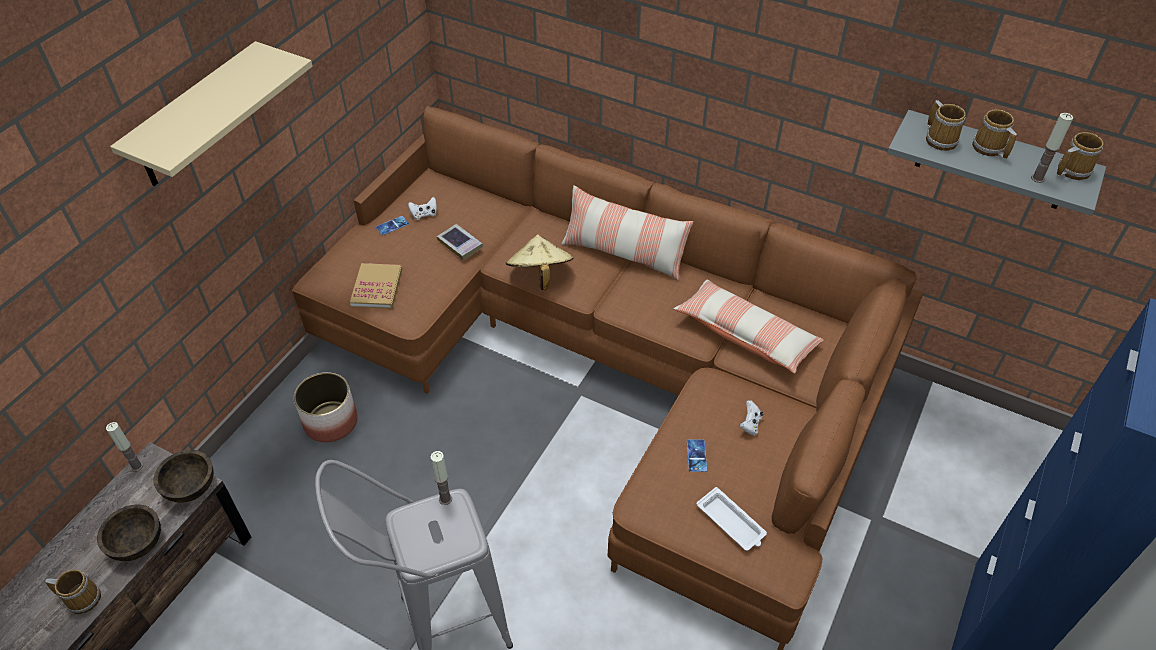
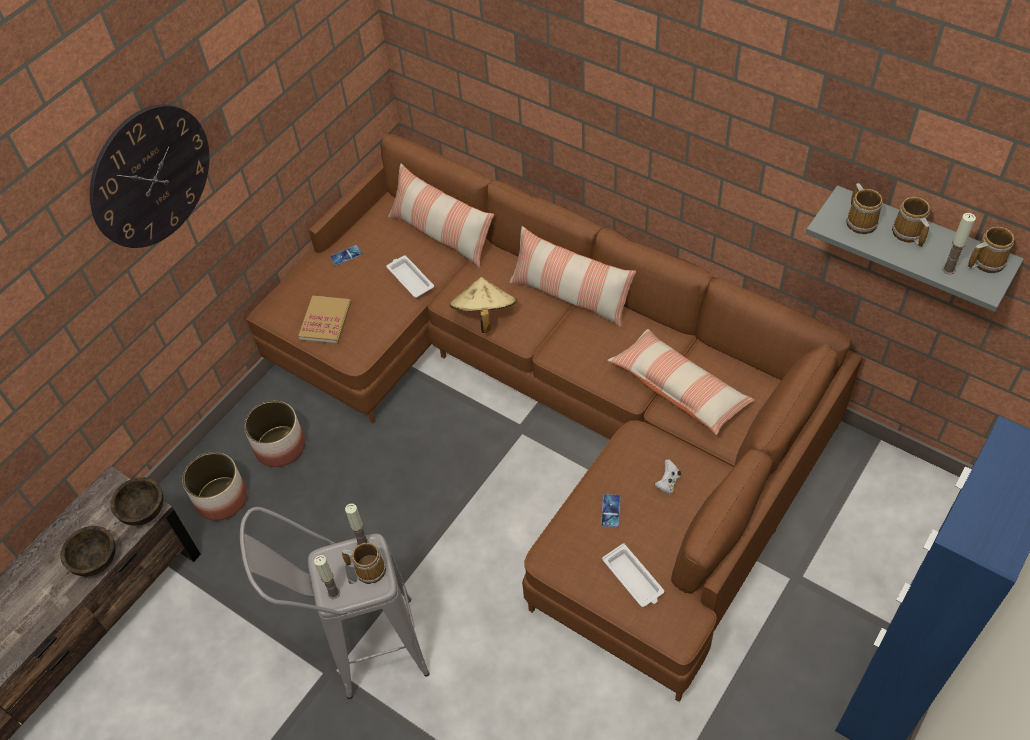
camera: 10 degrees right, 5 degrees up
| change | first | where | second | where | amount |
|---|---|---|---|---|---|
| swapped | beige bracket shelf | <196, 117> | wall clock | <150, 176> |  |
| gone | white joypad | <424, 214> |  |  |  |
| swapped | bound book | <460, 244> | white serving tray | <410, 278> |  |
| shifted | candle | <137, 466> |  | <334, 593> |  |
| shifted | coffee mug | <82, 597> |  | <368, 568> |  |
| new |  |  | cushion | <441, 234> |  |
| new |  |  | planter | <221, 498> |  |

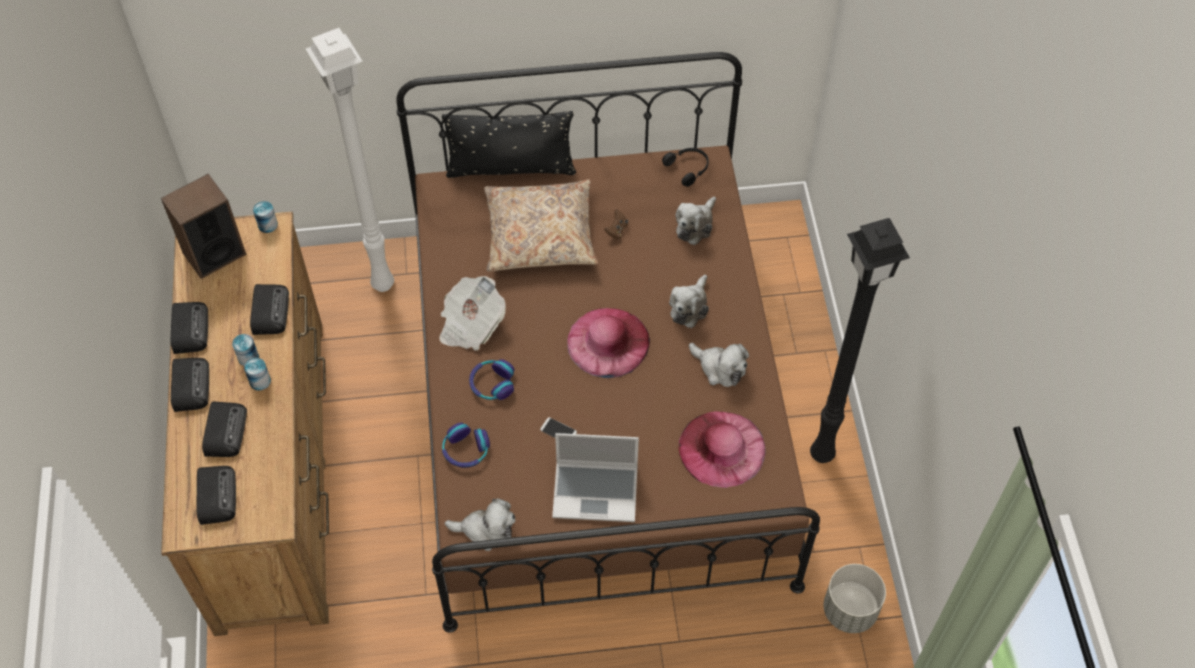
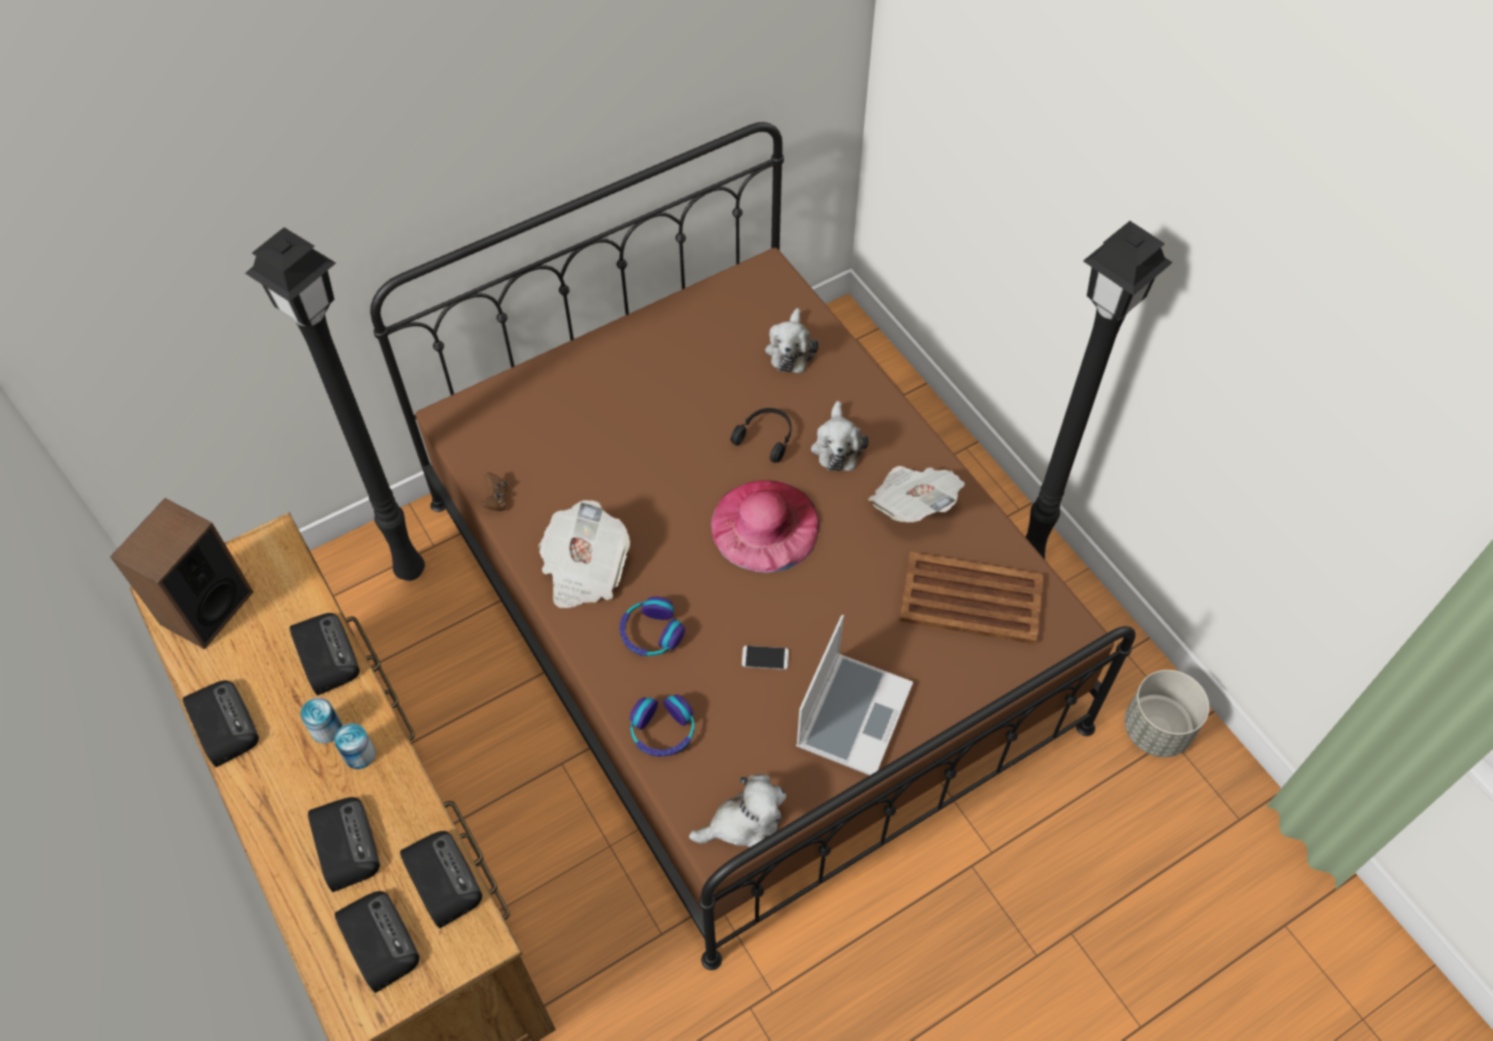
camera: 25 degrees left, 0 degrees up
| change | first | where | second | where | amount |
|---|---|---|---|---|---|
| repainted | white standard lamp | <383, 282> | blackish standard lamp | <410, 568> |  |
| gone | blackish cushion | <511, 168> |  |  |  |
| shifted | blackish pair of headphones | <688, 168> |  | <766, 437> |  |
| gone | beige cushion | <540, 235> |  |  |  |
| gone | can | <267, 225> |  |  |  |
| shifted | brown-coloured joypad | <616, 230> |  | <496, 499> |  |
| swapped | plush toy | <719, 368> | newspaper | <912, 504> |  |
| shifted | radio | <190, 385> |  | <440, 878> |  |
| swapped | pinkish wearable hat | <722, 448> | brown-coloured serving tray | <969, 598> |  |
| rotated | portable computer | <596, 491> |  | <853, 713> | 45 degrees counterclockwise |

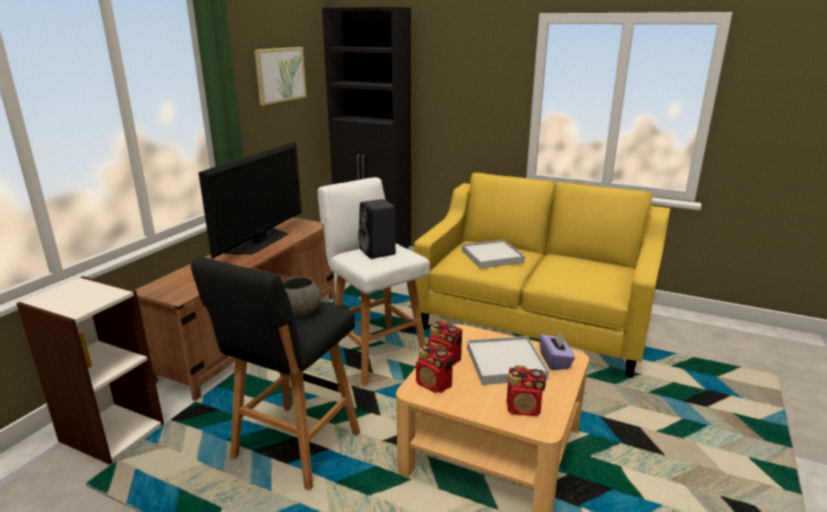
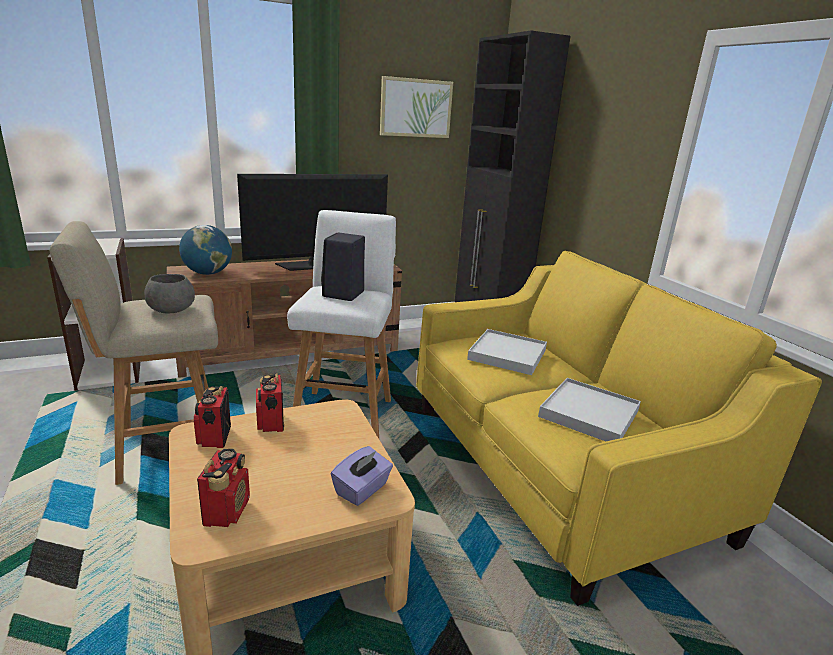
camera: 40 degrees right, 0 degrees up
| change | first | where | second | where | amount |
|---|---|---|---|---|---|
| repainted | blackish stool seat | <294, 448> | beige stool seat | <165, 448> |  |
| shifted | white serving tray | <506, 363> |  | <589, 414> |  |
| rotated | radio | <524, 409> |  | <227, 510> | 135 degrees counterclockwise |
| new |  |  | globe | <208, 273> |  |

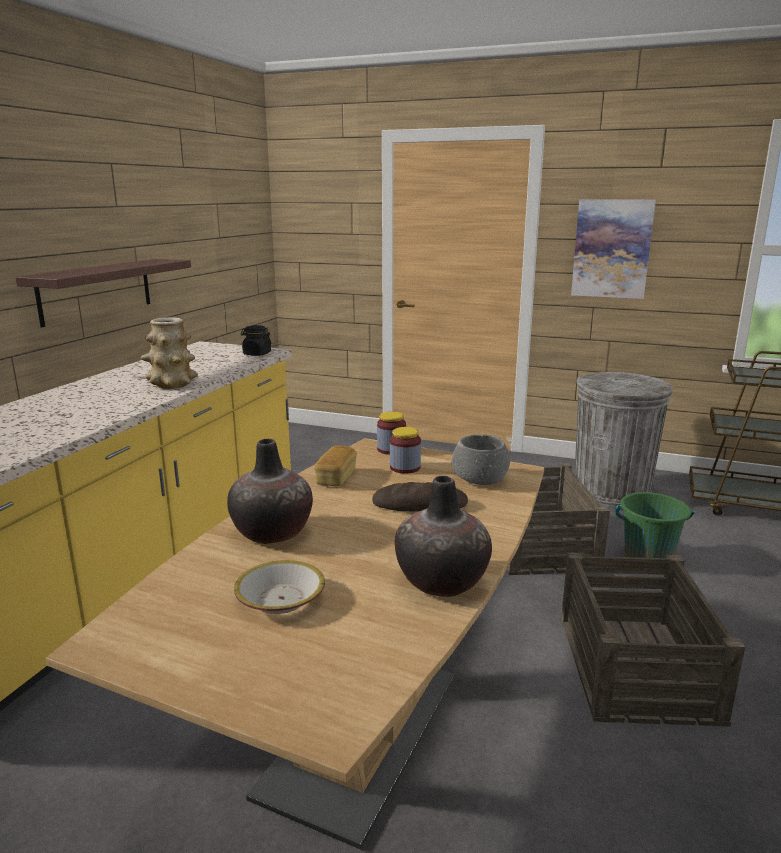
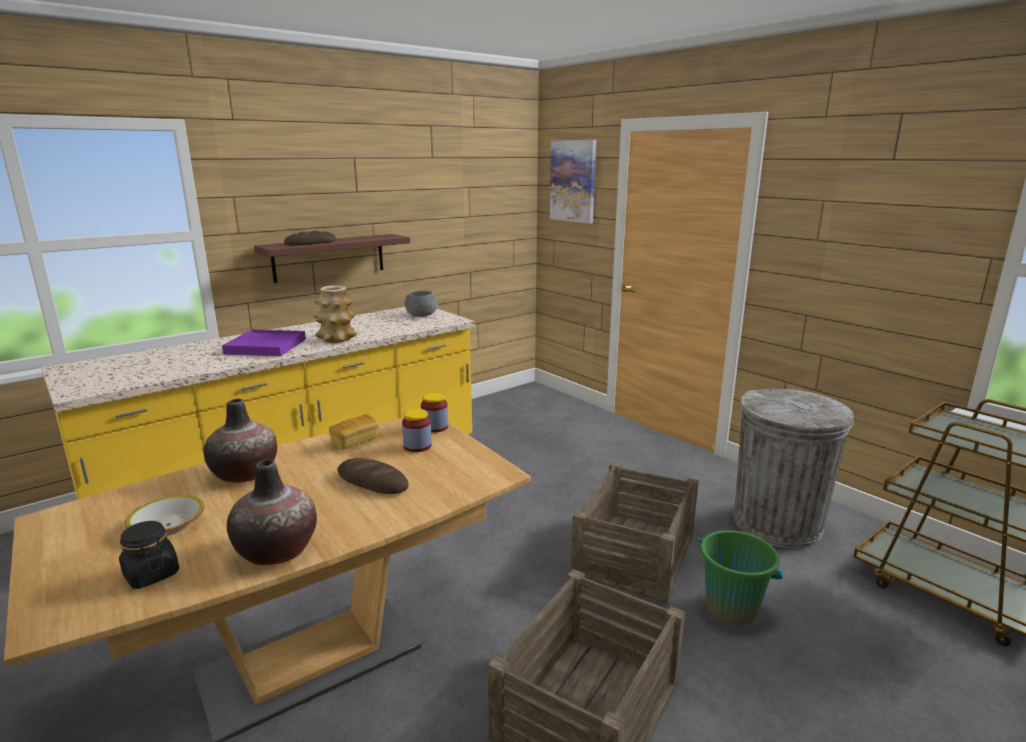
camera: 30 degrees right, 0 degrees up
| change | first | where | second | where | amount |
|---|---|---|---|---|---|
| shifted | picture | <612, 249> |  | <573, 181> |  |
| shifted | blackish jar | <257, 354> |  | <151, 574> |  |
| shifted | gray deep dish | <480, 479> |  | <422, 314> |  |
| new |  |  | baked bread | <311, 243> |  |
| new |  |  | purplish serving tray | <265, 346> |  |

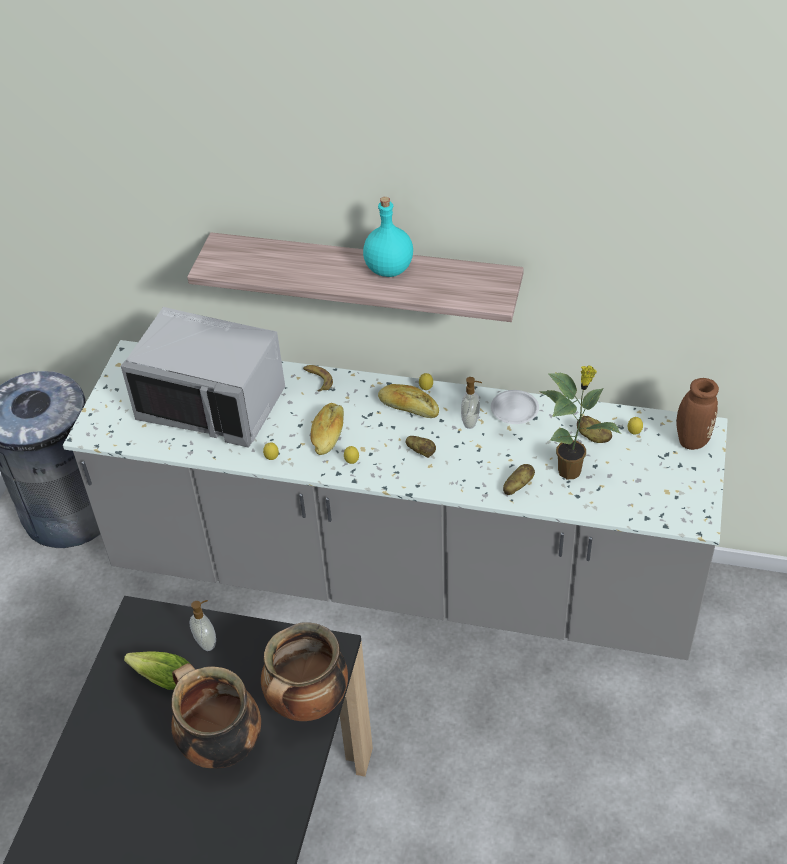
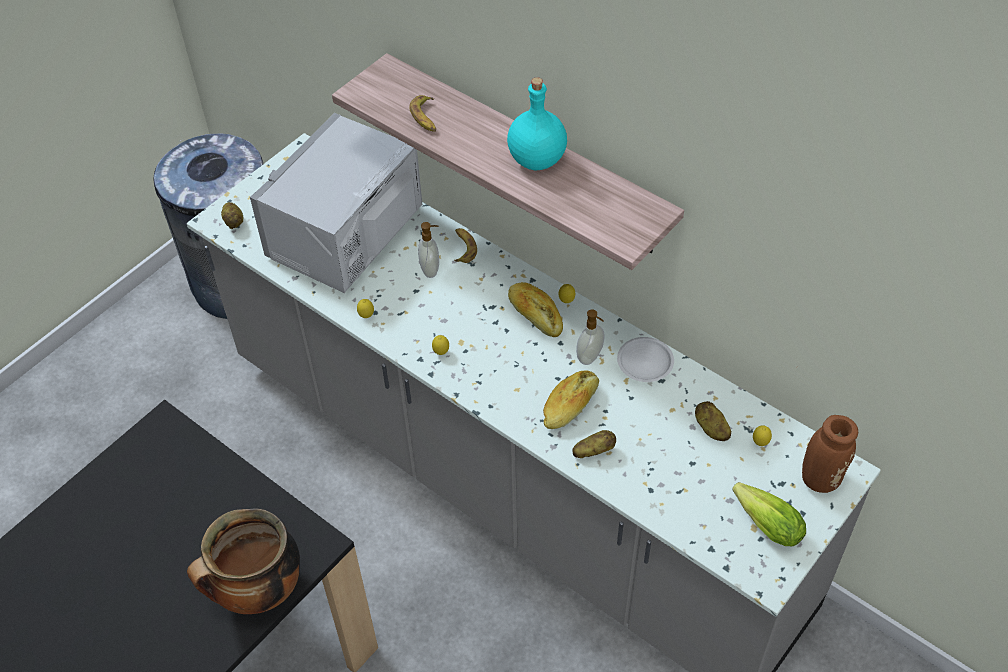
camera: 25 degrees right, 5 degrees up
| change | first | where | second | where | amount |
|---|---|---|---|---|---|
| rotated | gray microwave | <213, 404> |  | <347, 234> | 75 degrees clockwise |
| gone | plant in a pot | <571, 470> |  |  |  |
| shifted | baked bread | <328, 434> |  | <570, 405> |  |
| shifted | potato | <421, 452> |  | <234, 222> |  |
| shifted | soap bottle | <207, 642> |  | <431, 269> |  |
| shifted | head of lettuce | <161, 677> |  | <764, 522> |  |
| gone | saucepot | <220, 746> |  |  |  |
| new |  |  | banana fruit | <426, 118> |  |

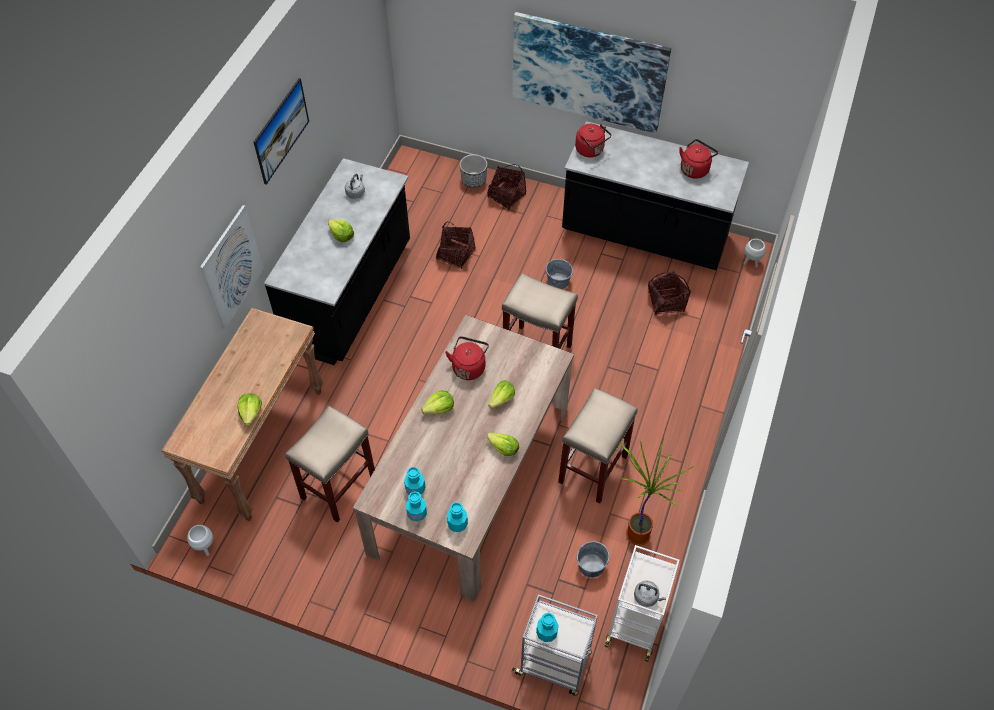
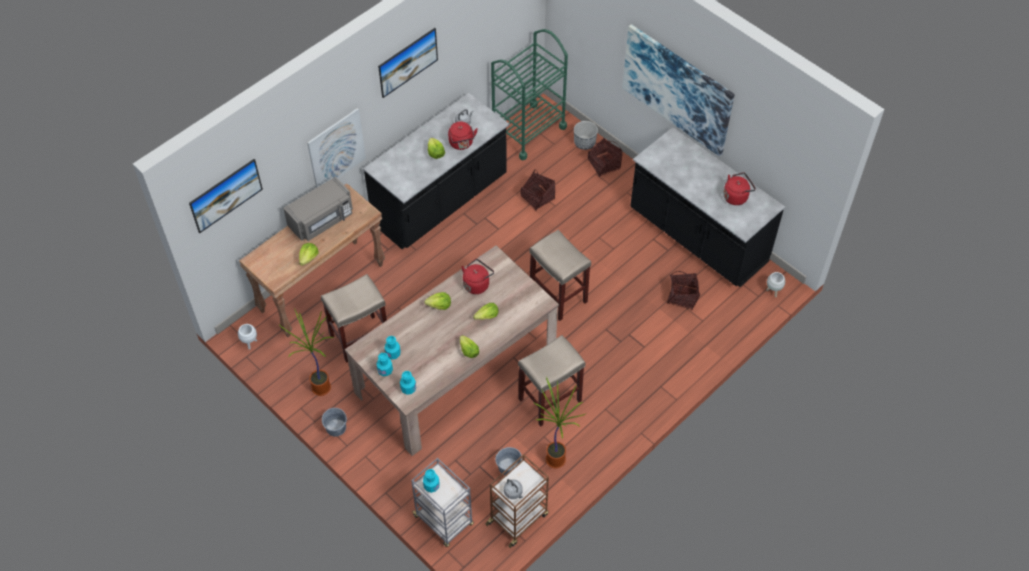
camera: 25 degrees right, 0 degrees up
| change | first | where | second | where | amount |
|---|---|---|---|---|---|
| shifted | red-coloured kettle | <591, 150> |  | <461, 144> |  |
| shifted | gray bucket | <558, 281> |  | <336, 427> |  |
| repainted | white wheeled cart | <635, 621> | brown-coloured wheeled cart | <518, 518> |  |
| new |  |  | green wheeled cart | <528, 131> |  |
| new |  |  | picture | <228, 202> |  |
| new |  |  | gray microwave | <322, 220> |  |
| new |  |  | plant in a pot | <321, 389> |  |

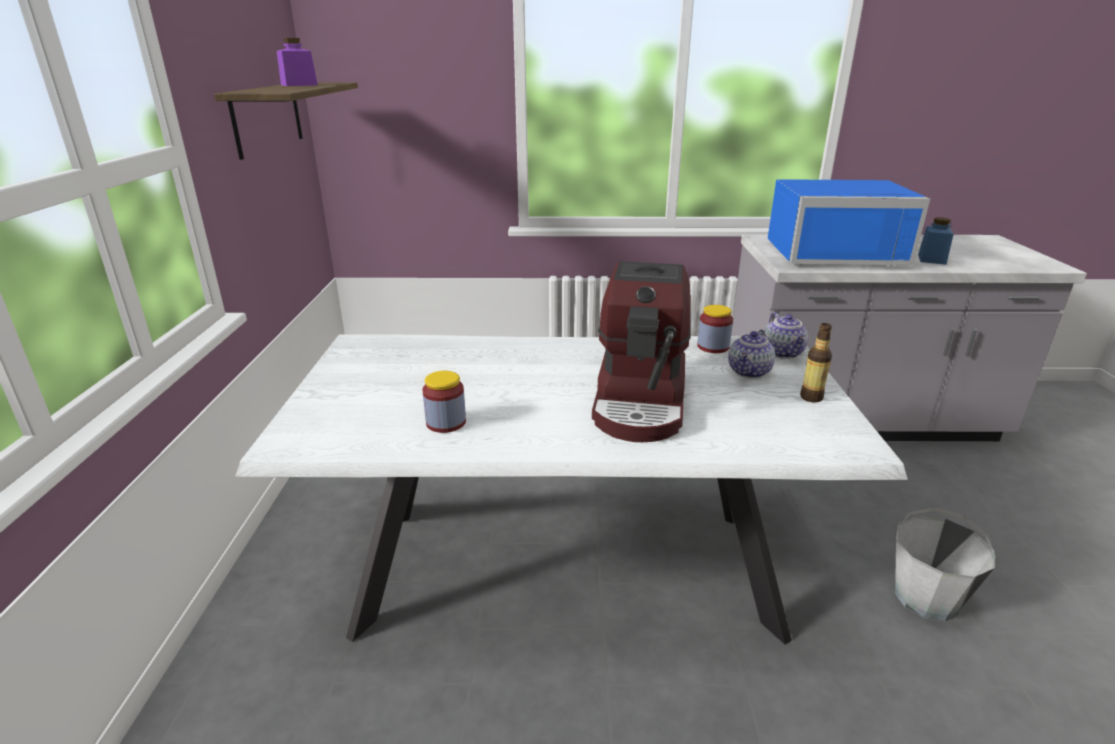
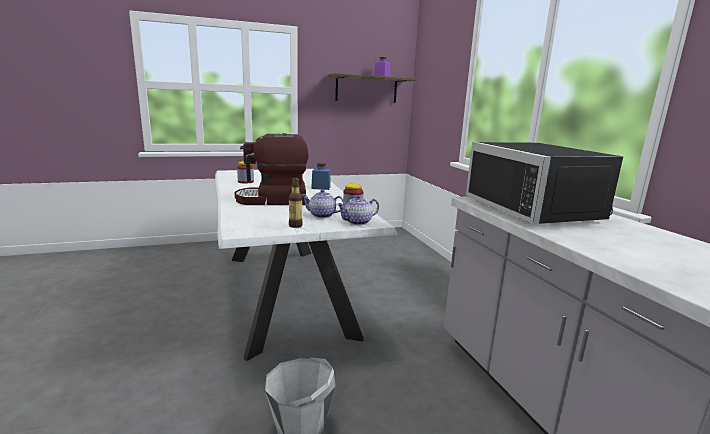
camera: 70 degrees right, 10 degrees down
| change | first | where | second | where | amount |
|---|---|---|---|---|---|
| repainted | blue microwave | <832, 252> | blackish microwave | <538, 210> |  |
| shifted | blue jar | <931, 259> |  | <321, 187> |  |

